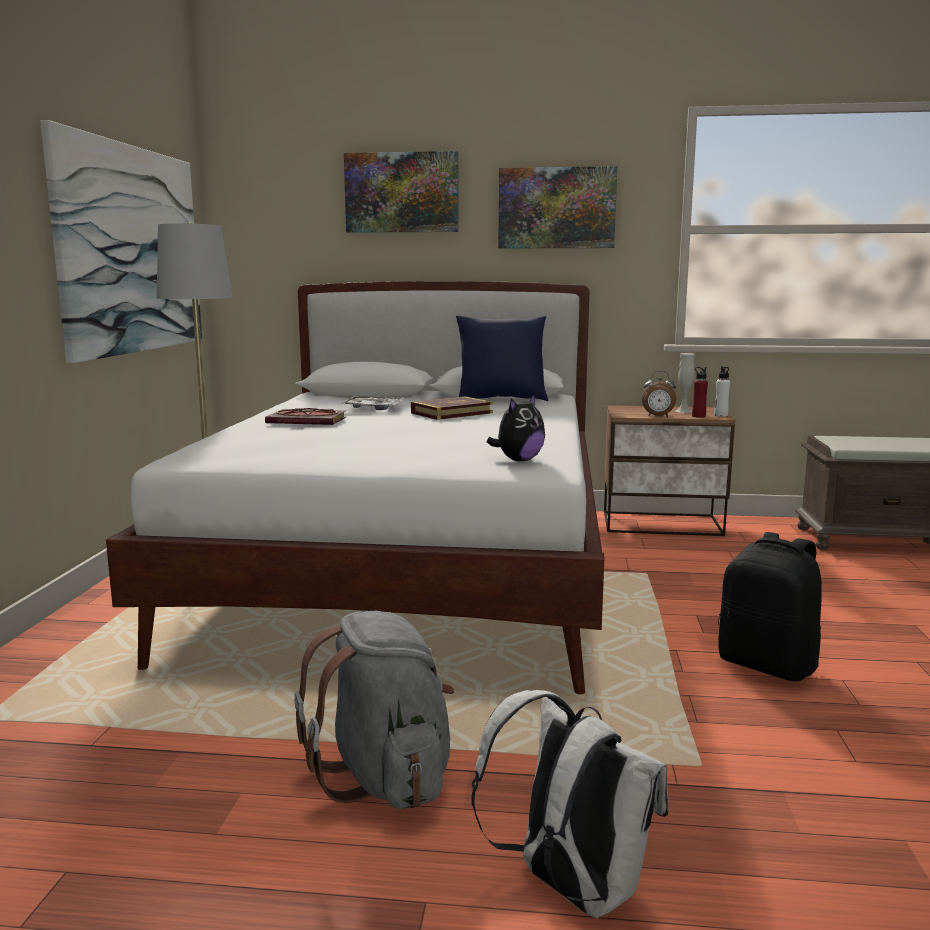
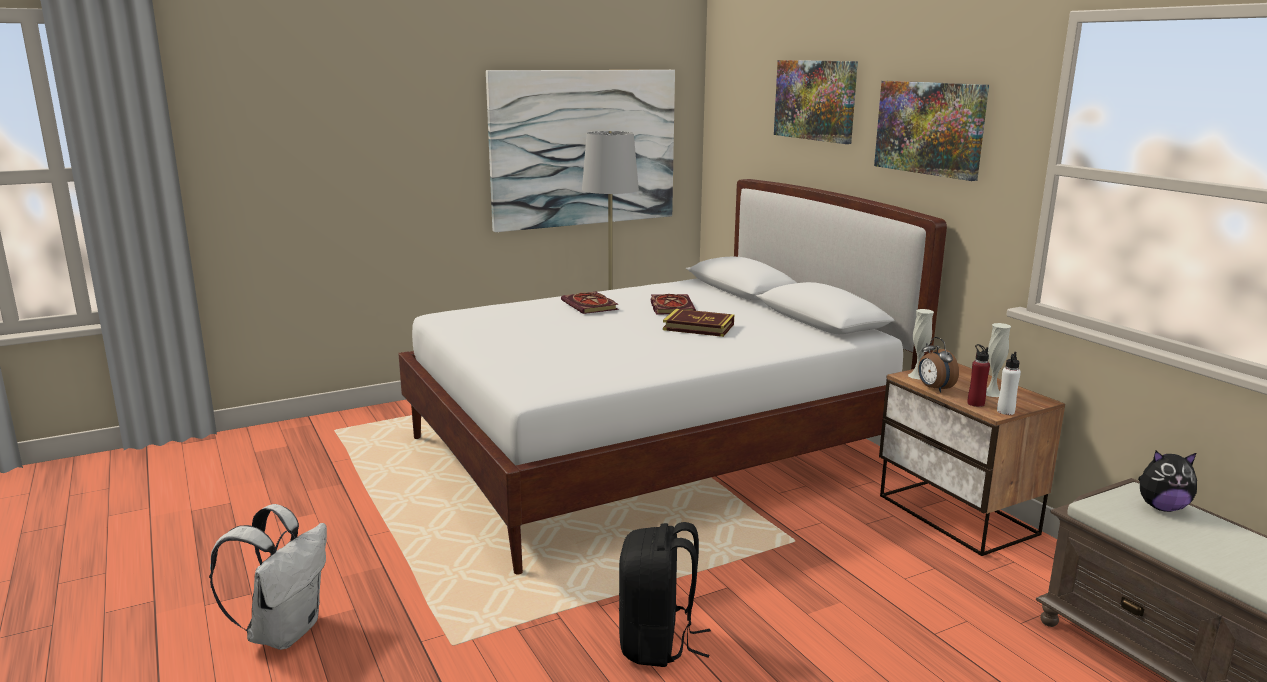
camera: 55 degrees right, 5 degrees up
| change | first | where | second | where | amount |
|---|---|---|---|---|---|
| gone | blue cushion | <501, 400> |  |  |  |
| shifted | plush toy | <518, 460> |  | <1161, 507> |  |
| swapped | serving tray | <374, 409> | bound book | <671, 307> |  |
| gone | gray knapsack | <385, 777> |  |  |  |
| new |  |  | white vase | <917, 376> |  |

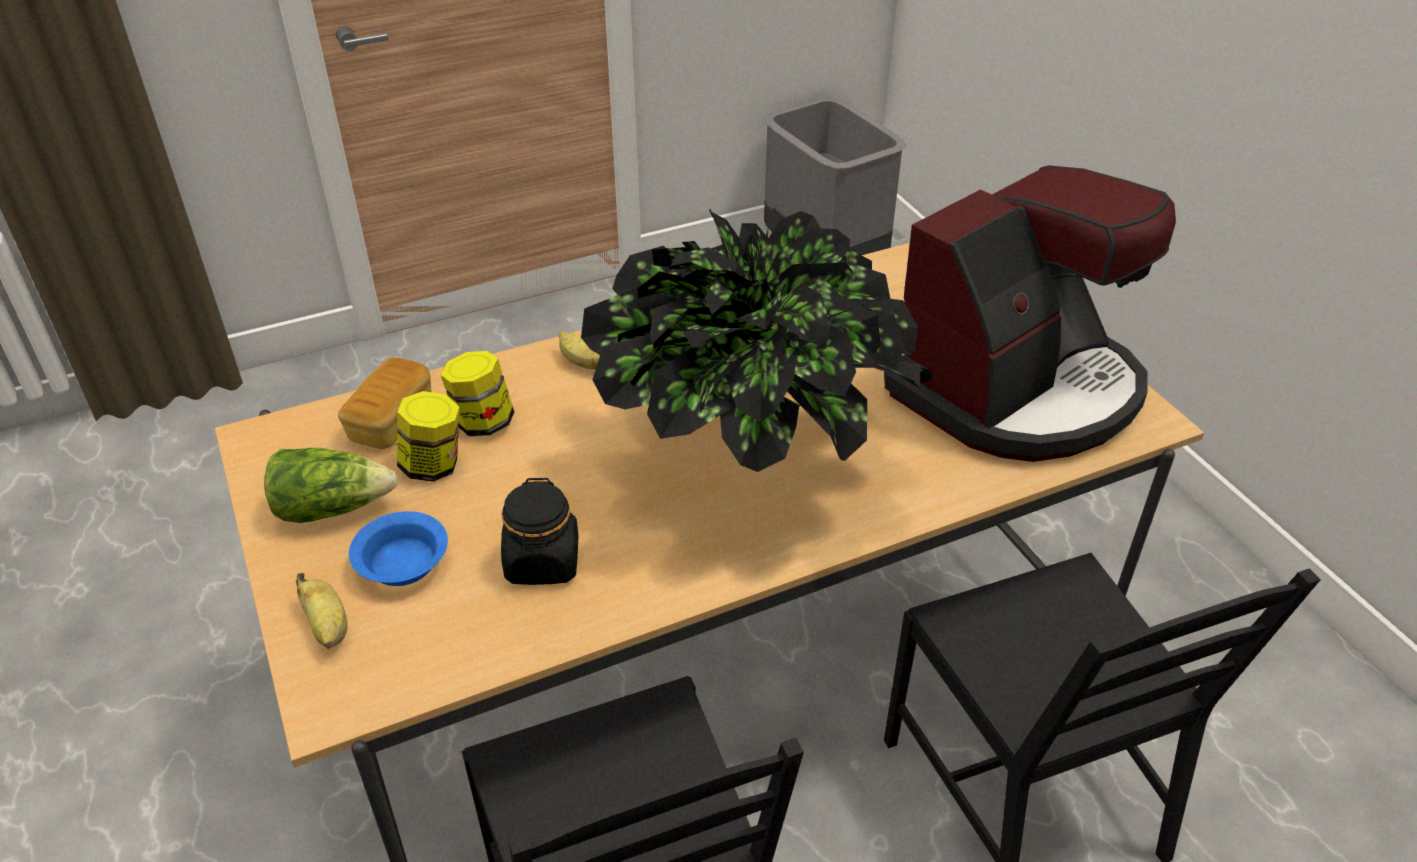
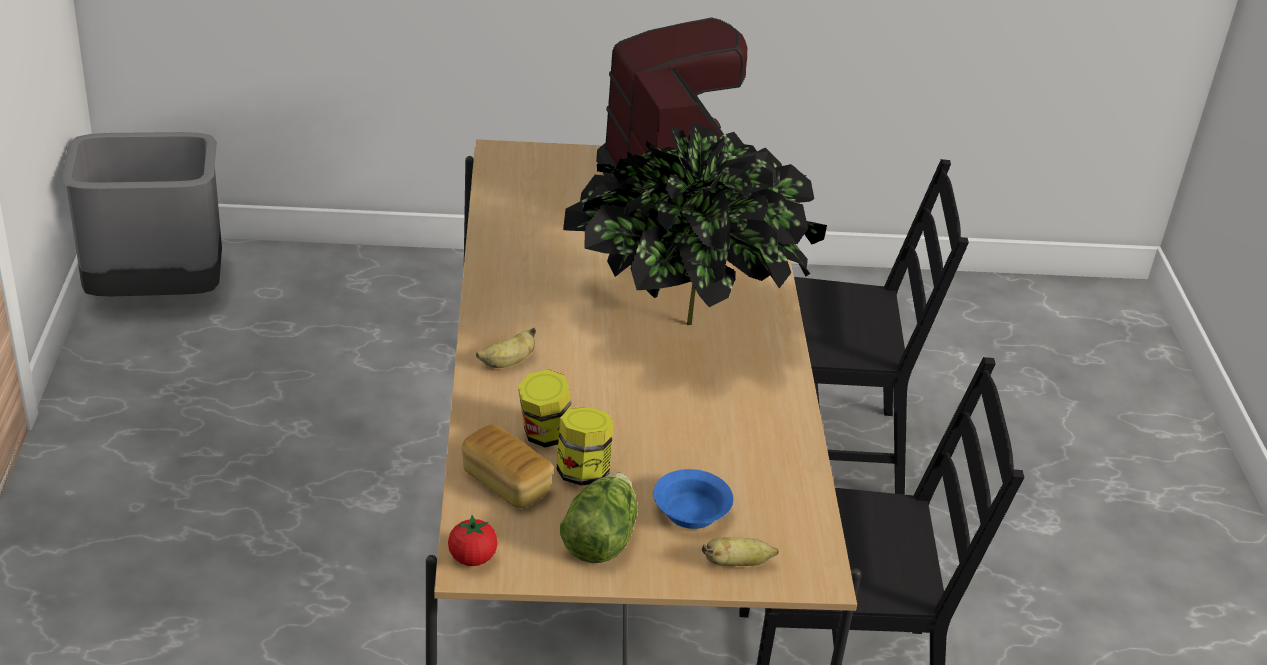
camera: 70 degrees left, 5 degrees down
| change | first | where | second | where | amount |
|---|---|---|---|---|---|
| gone | blackish jar | <542, 562> |  |  |  |
| new |  |  | fresh tomato | <472, 558> |  |

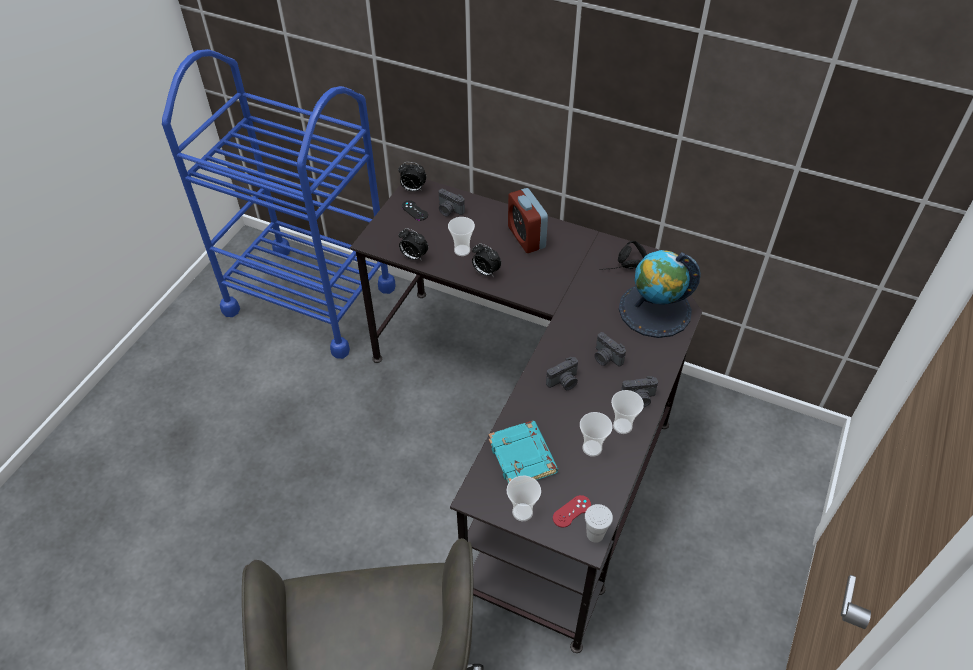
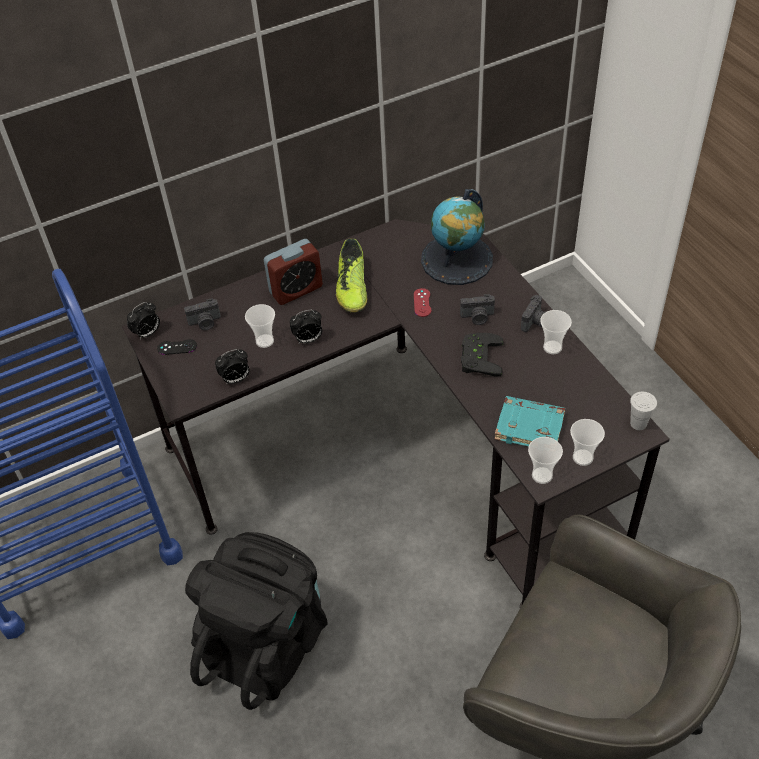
camera: 50 degrees left, 0 degrees up
| change | first | where | second | where | amount |
|---|---|---|---|---|---|
| rotated | alarm clock | <526, 237> |  | <296, 290> | 45 degrees counterclockwise |
| gone | blackish pair of headphones | <624, 268> |  |  |  |
| swapped | photo camera | <564, 382> | blackish joypad | <478, 357> |  |
| shifted | small cup | <592, 448> |  | <542, 475> |  |
| shifted | red-coloured joypad | <571, 511> |  | <422, 302> |  |
| new |  |  | low shoe | <352, 287> |  |
| new |  |  | blackish knapsack | <267, 642> |  |

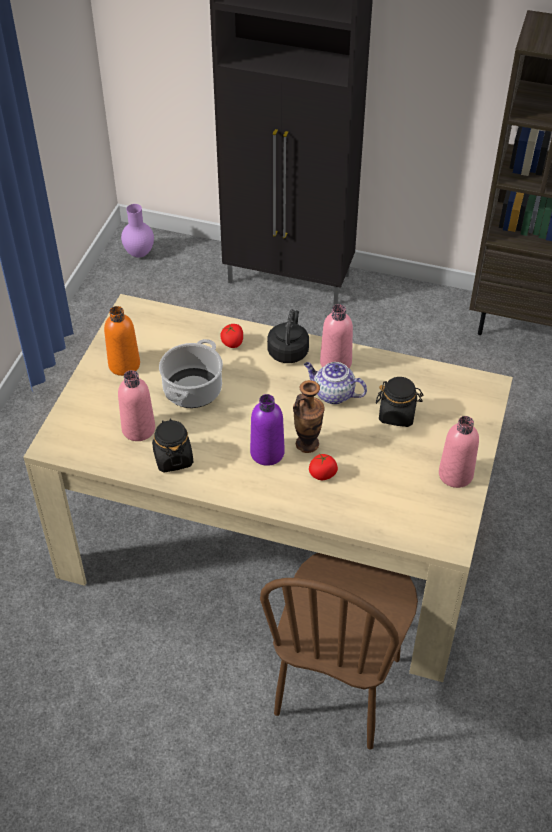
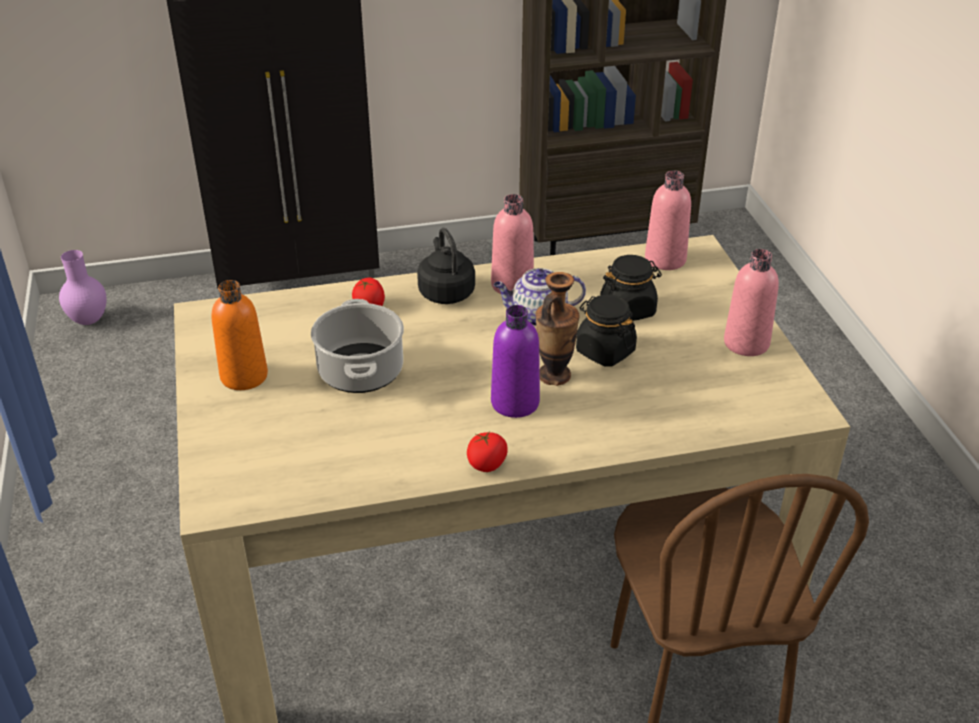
camera: 30 degrees left, 10 degrees down
| change | first | where | second | where | amount |
|---|---|---|---|---|---|
| shifted | pinkish bottle | <138, 429> |  | <665, 259> |  |
| shifted | blackish jar | <173, 458> |  | <604, 351> |  |
| shifted | fresh tomato | <323, 474> |  | <487, 464> |  |

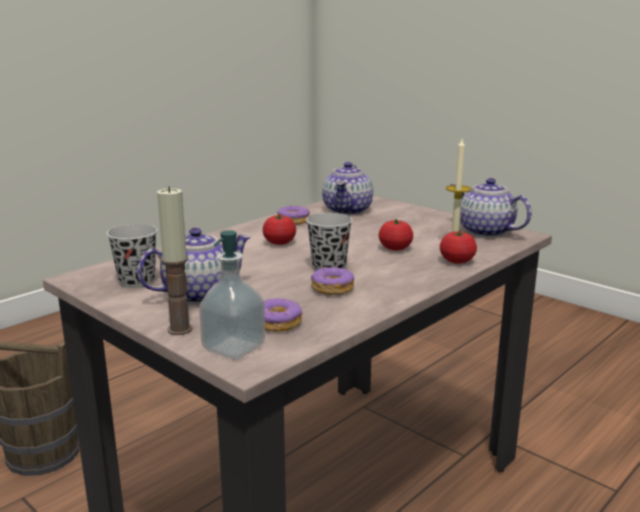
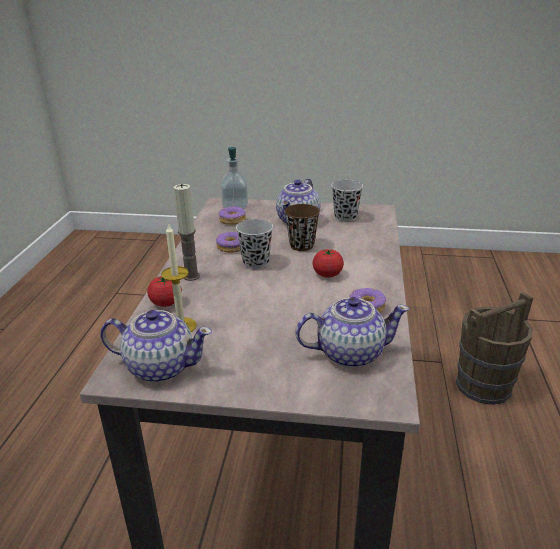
camera: 145 degrees right, 10 degrees up
| change | first | where | second | where | amount |
|---|---|---|---|---|---|
| rotated | teapot | <348, 210> |  | <349, 353> | 105 degrees clockwise |
| shifted | candle | <179, 329> |  | <191, 276> |  |
| gone | fresh tomato | <395, 248> |  |  |  |
| new |  |  | brown-coloured small cup | <301, 245> |  |

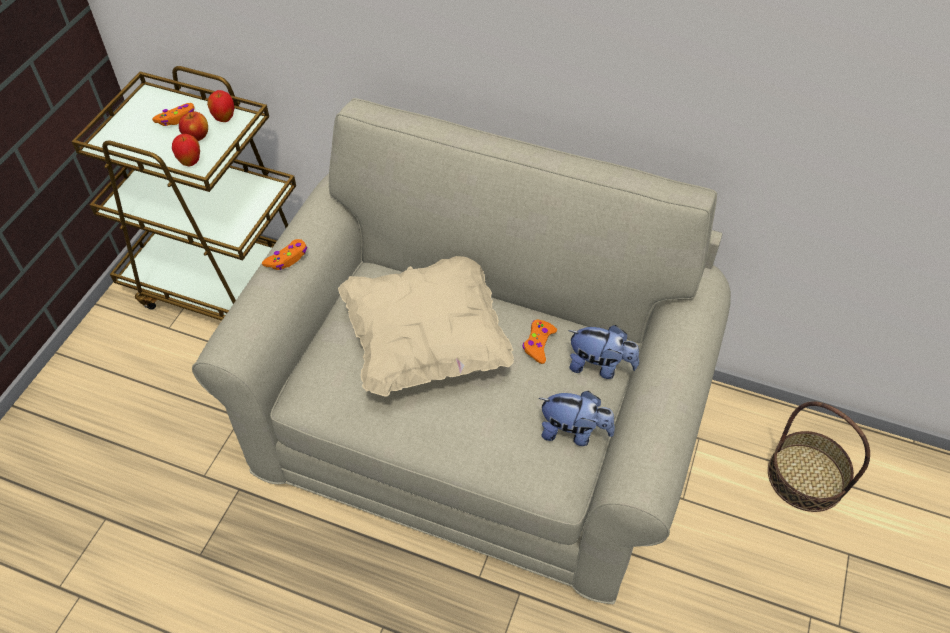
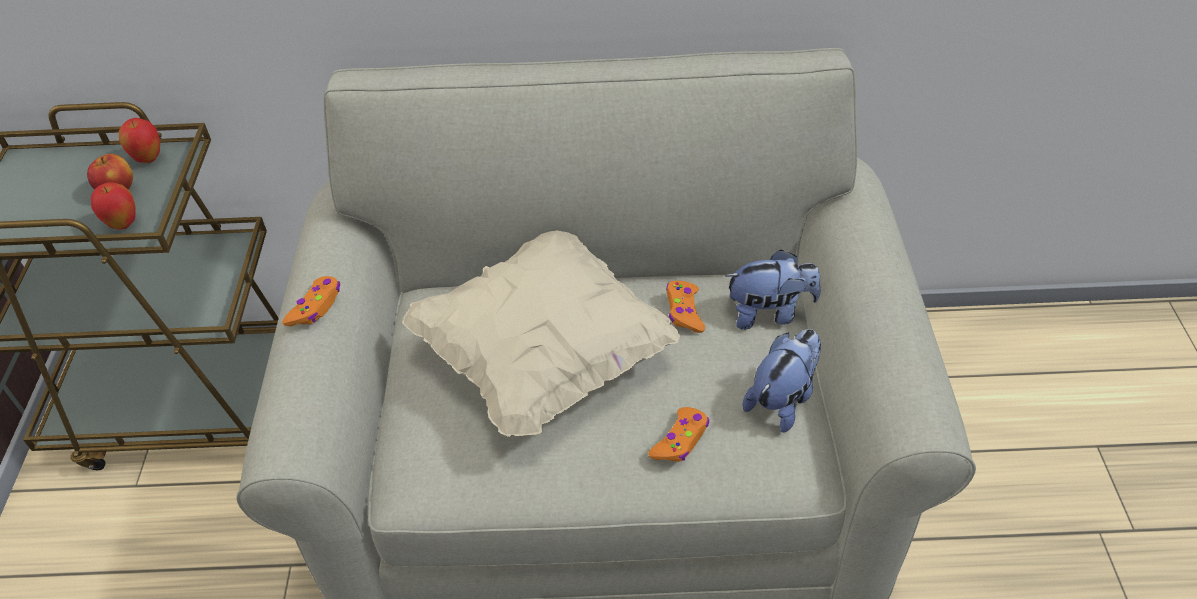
camera: 20 degrees left, 5 degrees down
| change | first | where | second | where | amount |
|---|---|---|---|---|---|
| shifted | orange joypad | <176, 118> |  | <680, 440> |  |
| rotated | plush toy | <573, 432> |  | <783, 399> | 45 degrees counterclockwise |
| gone | household basket | <806, 477> |  |  |  |

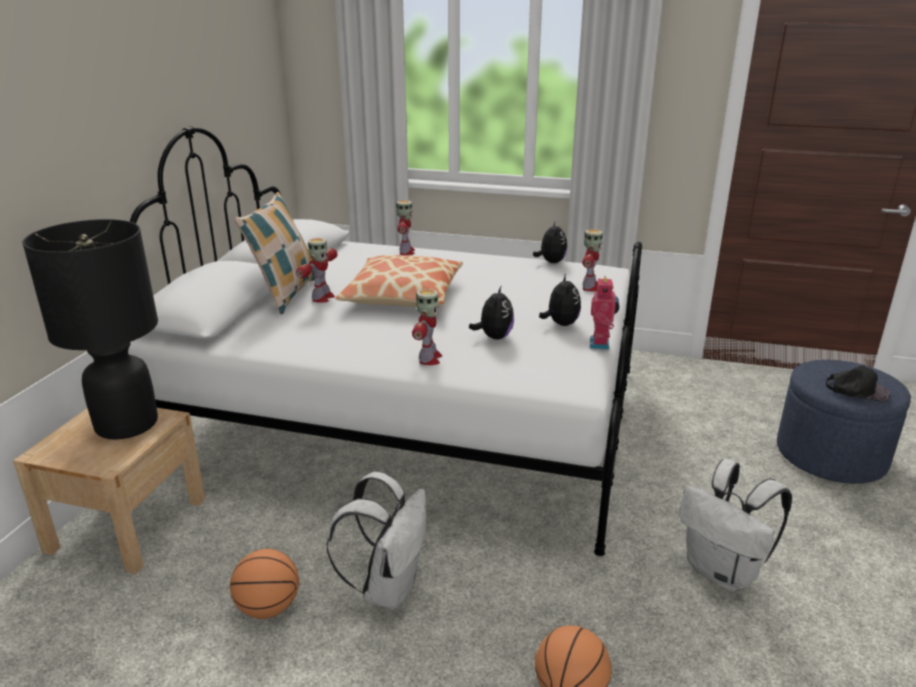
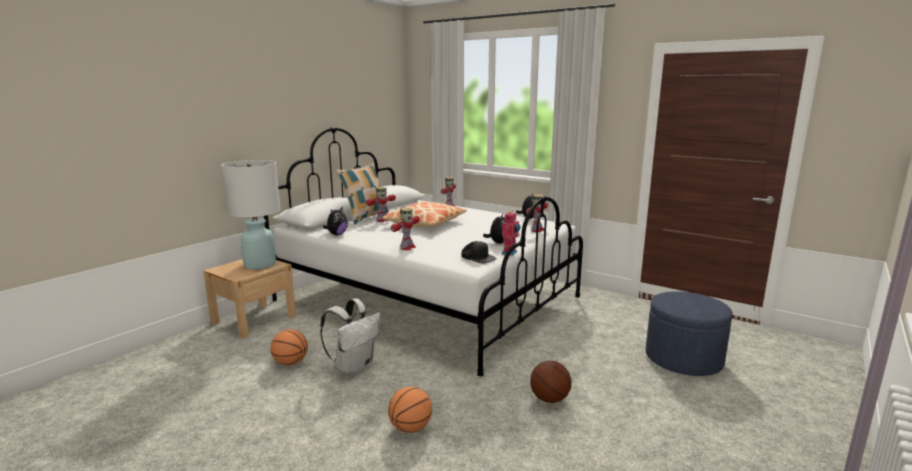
camera: 20 degrees right, 10 degrees down
| change | first | where | second | where | amount |
|---|---|---|---|---|---|
| repainted | blackish table lamp | <127, 424> | white table lamp | <260, 264> |  |
| shifted | plush toy | <494, 337> |  | <337, 234> |  |
| shifted | blackish peaked cap | <857, 390> |  | <478, 258> |  |
| swapped | white knapsack | <723, 572> | basketball ball | <550, 399> |  |

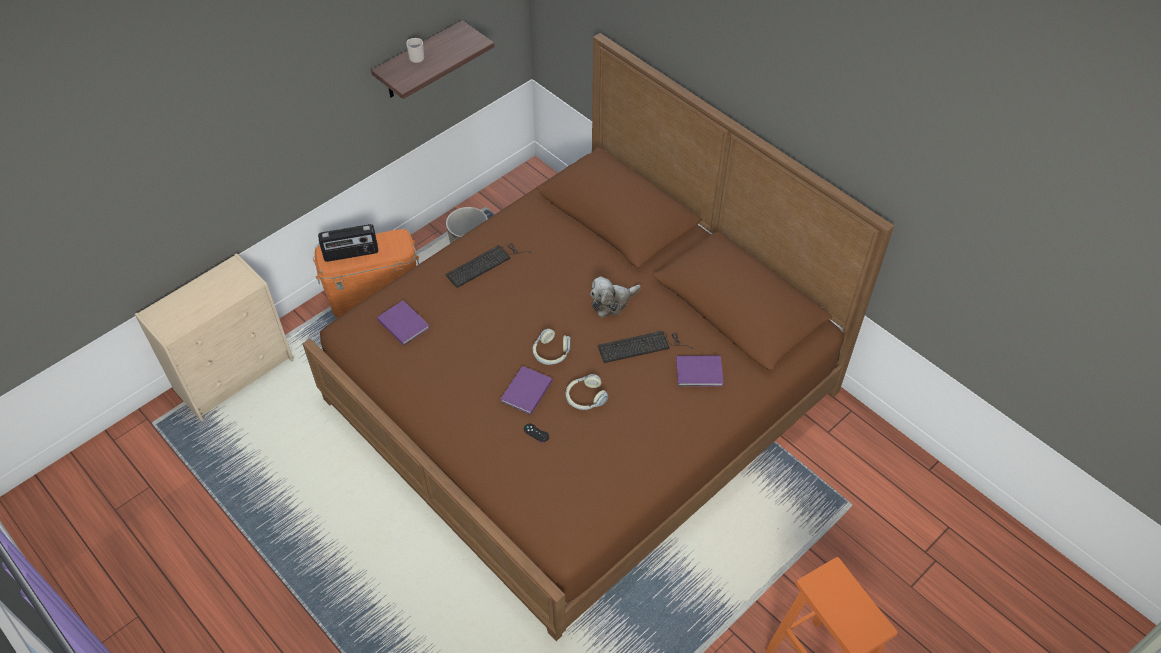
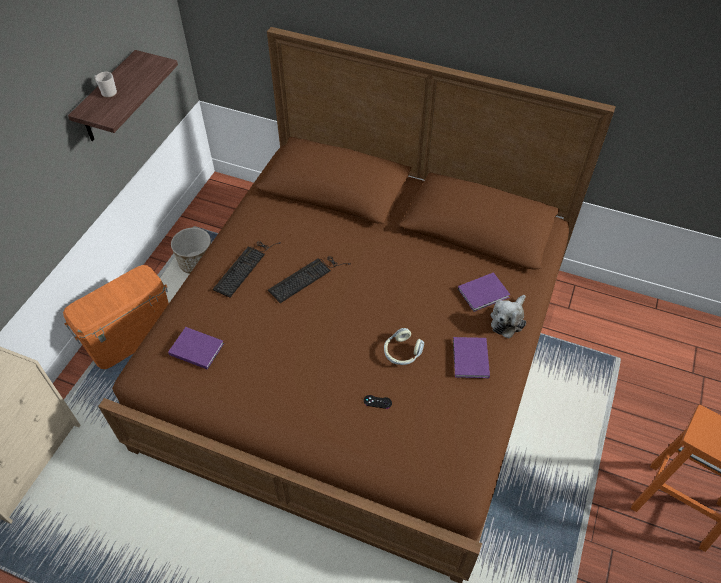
camera: 25 degrees left, 0 degrees up
| change | first | where | second | where | amount |
|---|---|---|---|---|---|
| gone | radio | <351, 254> |  |  |  |
| shifted | plush toy | <612, 302> |  | <508, 320> |  |
| gone | pair of headphones | <551, 353> |  |  |  |
| shifted | PC keyboard | <642, 346> |  | <307, 277> |  |
| shifted | purplish bound book | <525, 392> |  | <469, 360> |  |

